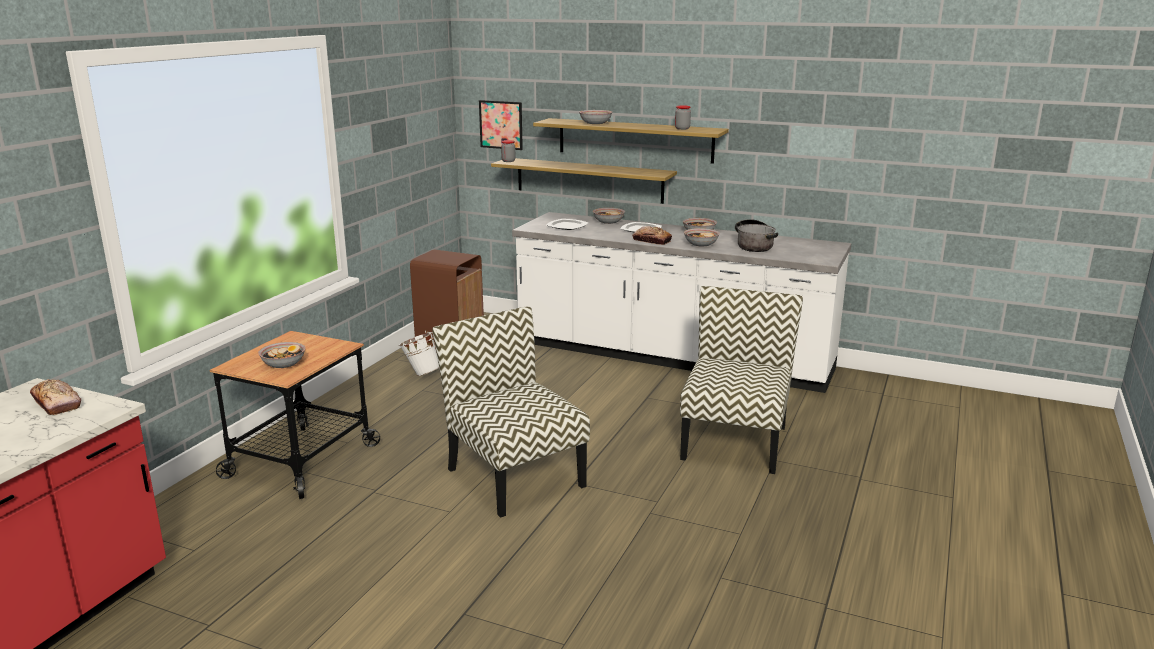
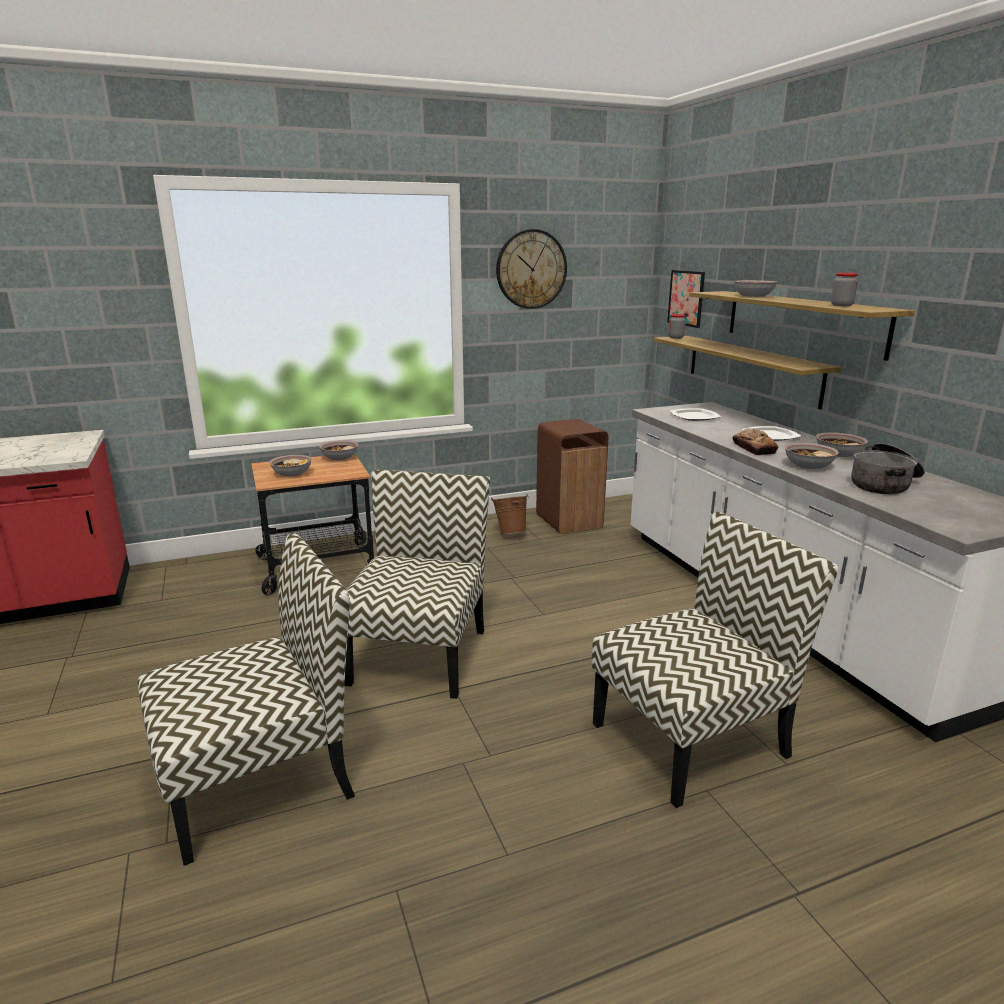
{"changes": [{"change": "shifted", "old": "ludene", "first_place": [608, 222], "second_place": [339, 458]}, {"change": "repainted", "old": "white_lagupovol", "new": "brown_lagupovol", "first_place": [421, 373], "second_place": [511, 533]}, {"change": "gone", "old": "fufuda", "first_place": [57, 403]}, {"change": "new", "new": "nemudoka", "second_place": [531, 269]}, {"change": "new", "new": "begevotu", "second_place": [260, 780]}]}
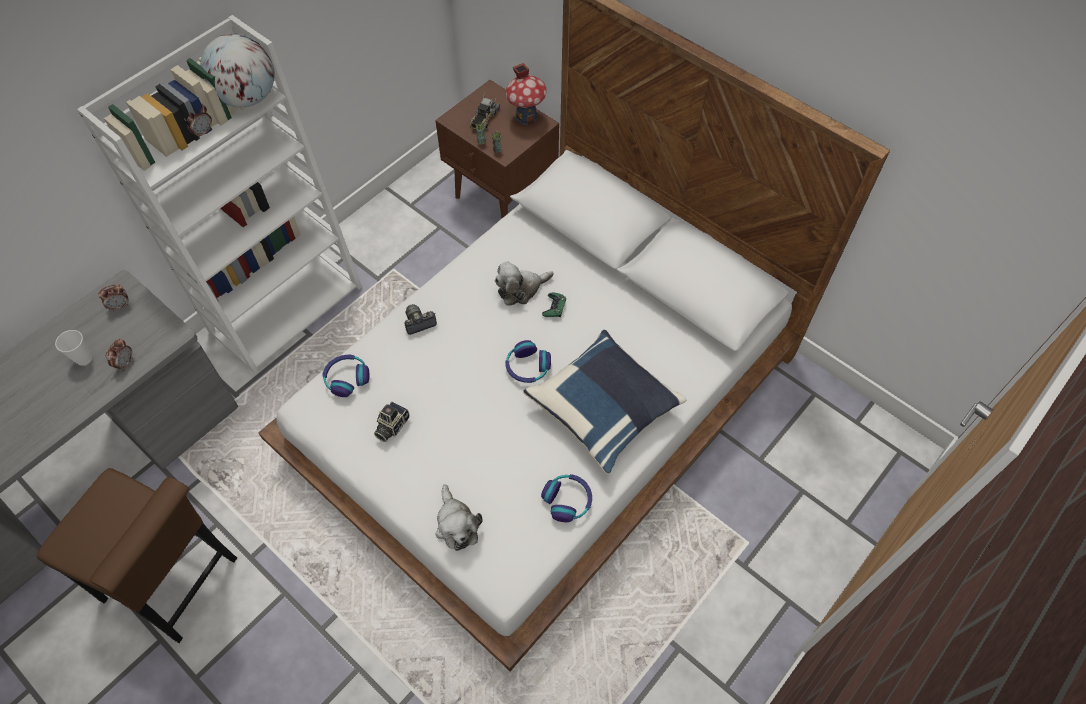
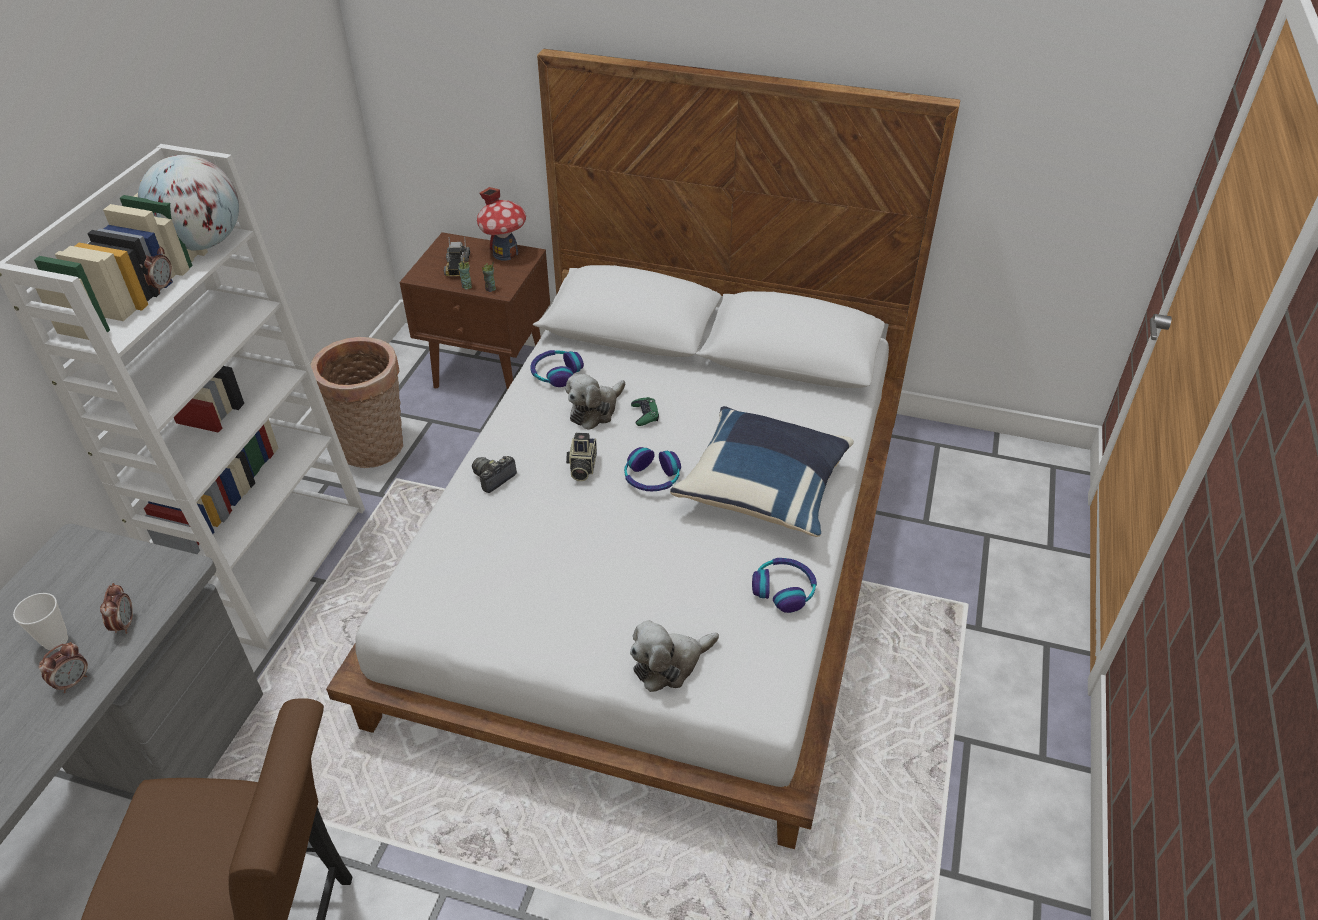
{"changes": [{"change": "shifted", "old": "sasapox", "first_place": [120, 306], "second_place": [73, 681]}, {"change": "shifted", "old": "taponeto", "first_place": [347, 378], "second_place": [556, 373]}, {"change": "shifted", "old": "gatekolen", "first_place": [391, 426], "second_place": [581, 467]}, {"change": "rotated", "old": "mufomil", "first_place": [456, 524], "second_place": [669, 664], "degrees": 105}, {"change": "new", "new": "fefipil", "second_place": [375, 449]}]}
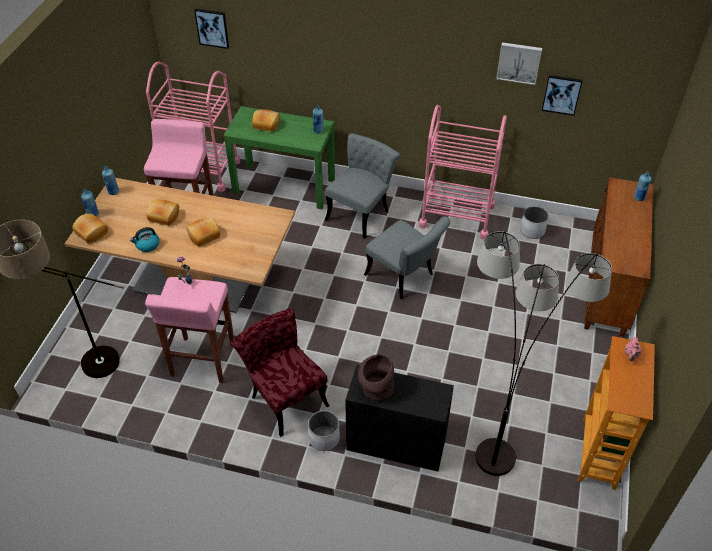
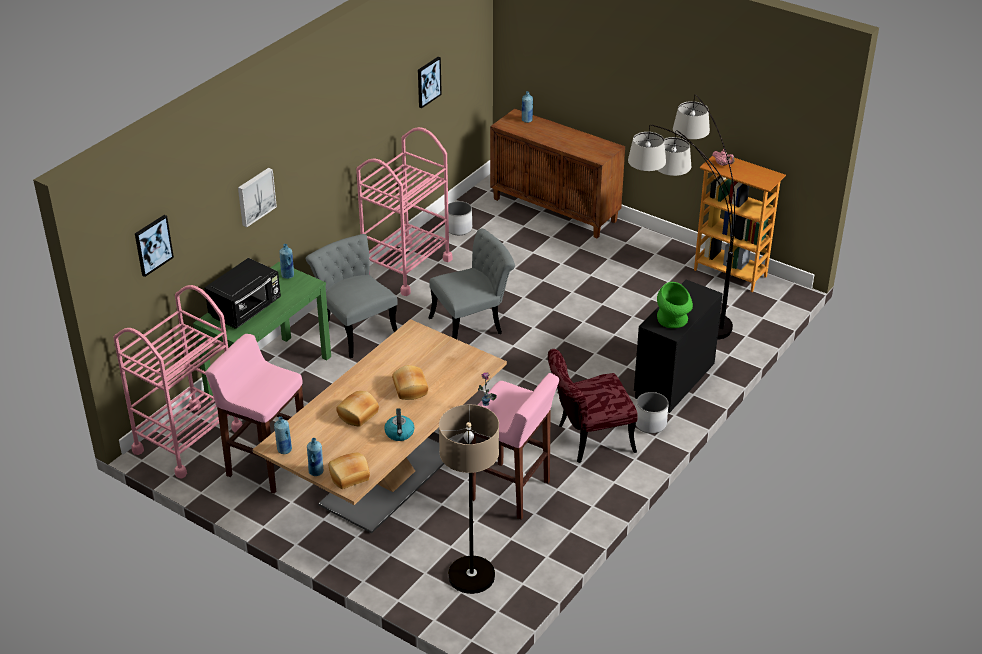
{"changes": [{"change": "shifted", "old": "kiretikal", "first_place": [519, 62], "second_place": [255, 196]}, {"change": "swapped", "old": "fufuda", "new": "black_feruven", "first_place": [266, 124], "second_place": [246, 309]}, {"change": "repainted", "old": "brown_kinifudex", "new": "green_kinifudex", "first_place": [375, 390], "second_place": [673, 322]}]}
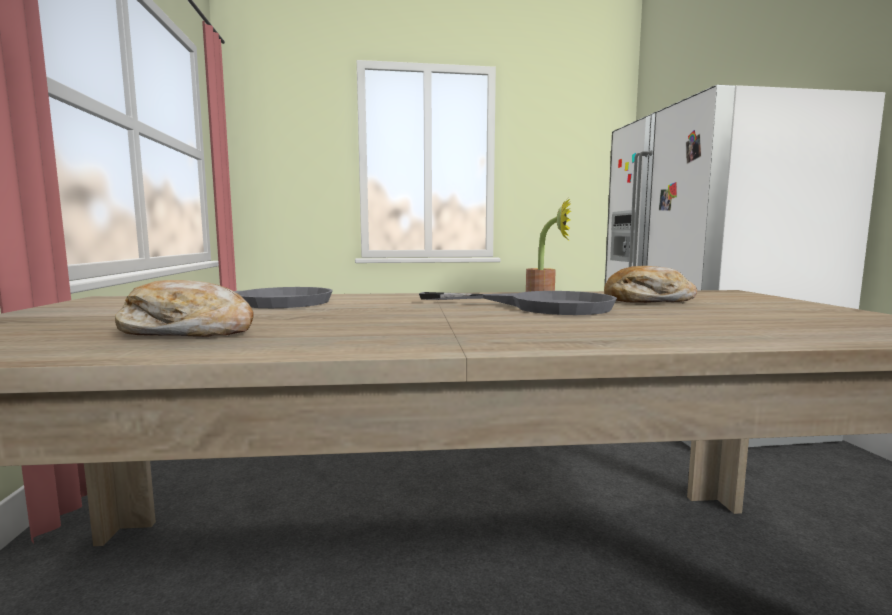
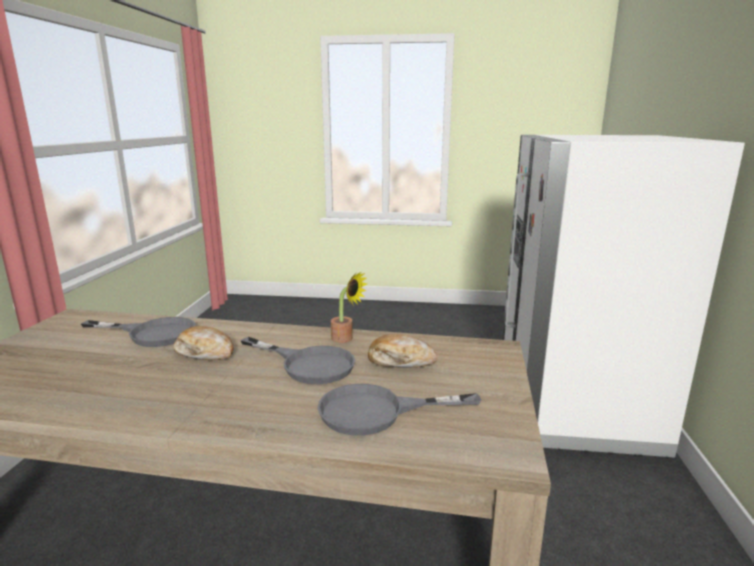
{"changes": [{"change": "shifted", "old": "fufuda", "first_place": [188, 332], "second_place": [205, 352]}, {"change": "new", "new": "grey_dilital", "second_place": [377, 411]}]}
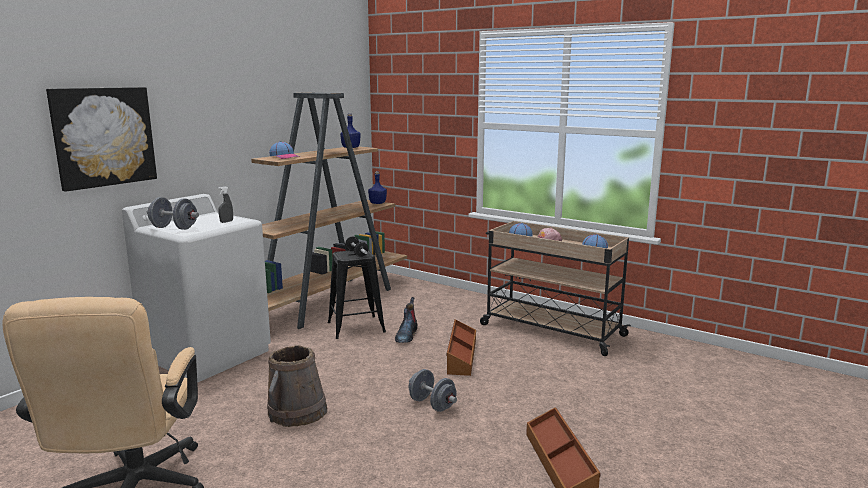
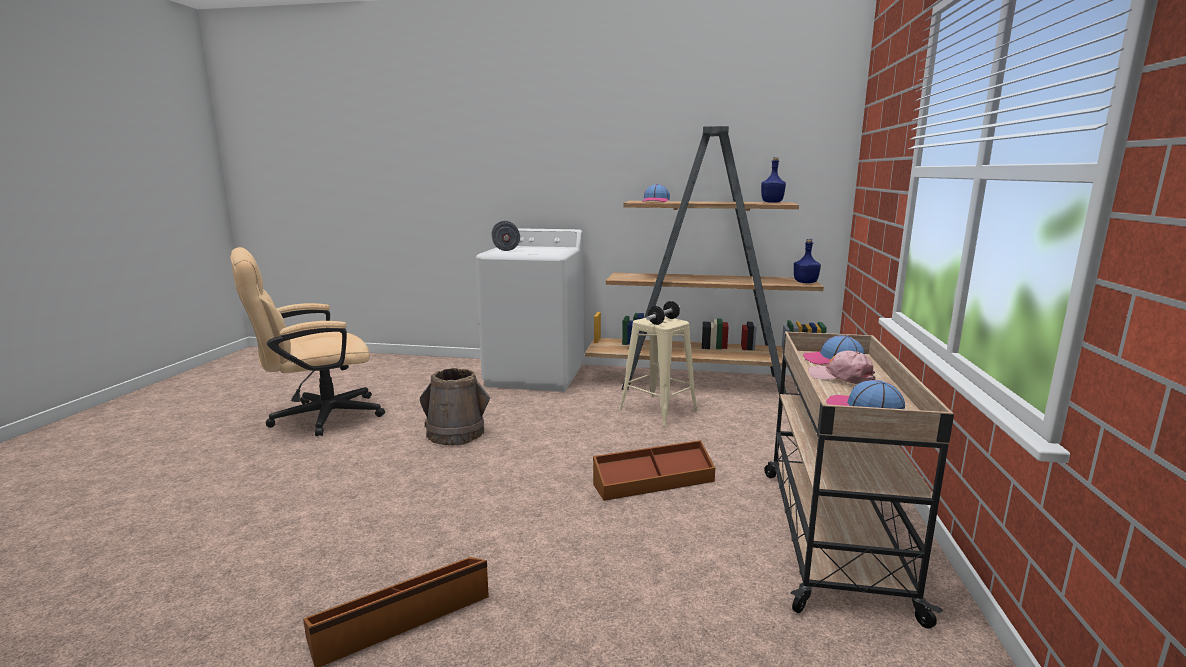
{"changes": [{"change": "gone", "old": "kiretikal", "first_place": [104, 137]}, {"change": "gone", "old": "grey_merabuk", "first_place": [226, 222]}, {"change": "repainted", "old": "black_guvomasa", "new": "beige_guvomasa", "first_place": [355, 327], "second_place": [657, 410]}, {"change": "gone", "old": "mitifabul", "first_place": [406, 335]}, {"change": "gone", "old": "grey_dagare", "first_place": [432, 404]}]}
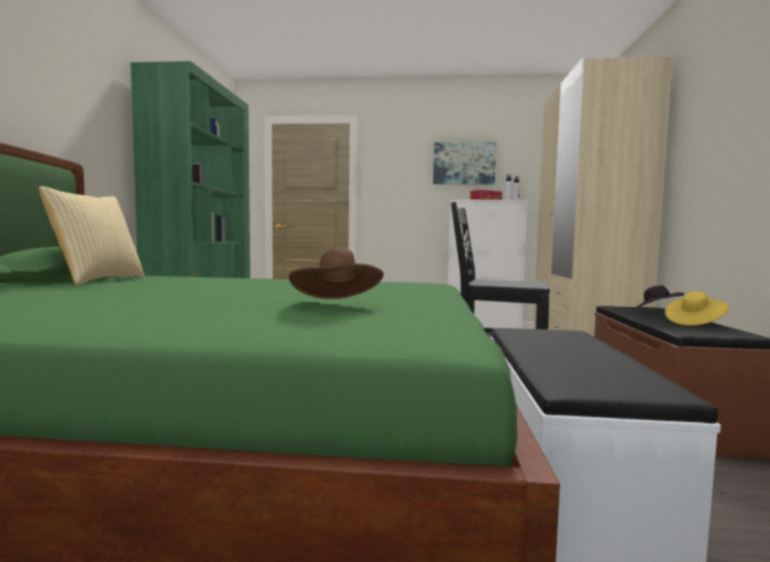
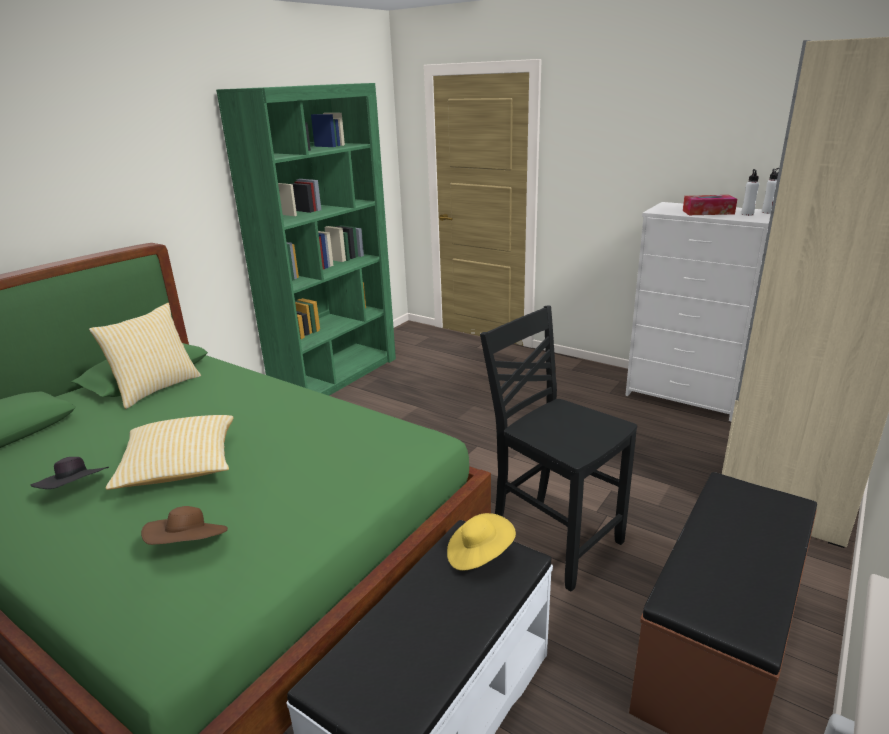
{"changes": [{"change": "gone", "old": "kiretikal", "first_place": [464, 163]}, {"change": "shifted", "old": "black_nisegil", "first_place": [655, 312], "second_place": [77, 492]}, {"change": "shifted", "old": "yellow_nisegil", "first_place": [694, 322], "second_place": [479, 555]}, {"change": "new", "new": "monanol", "second_place": [180, 468]}]}
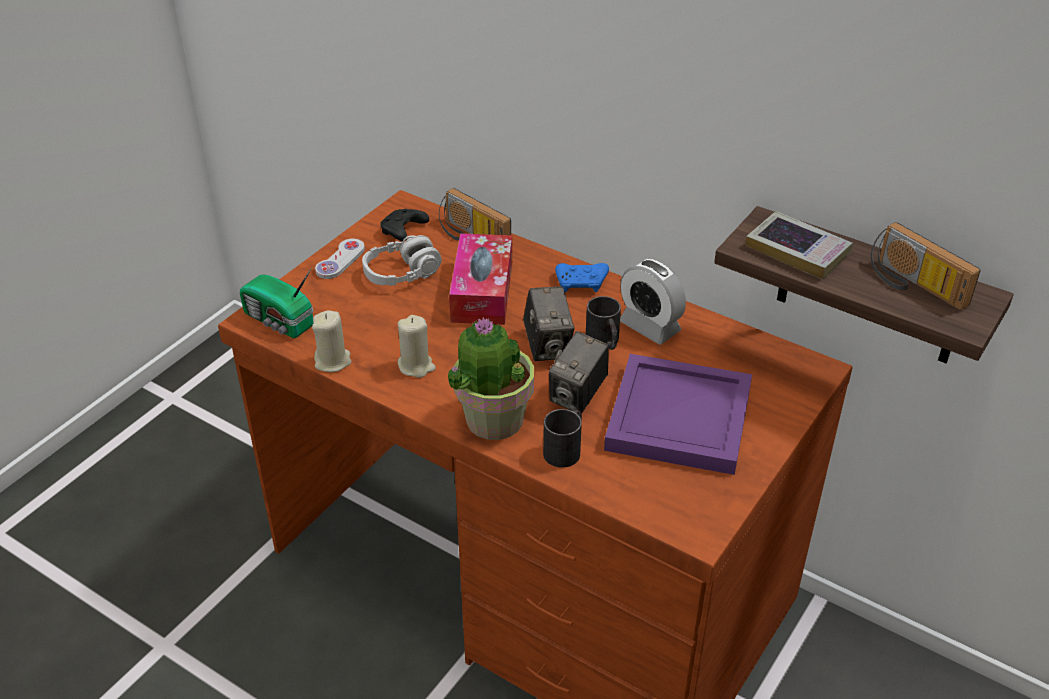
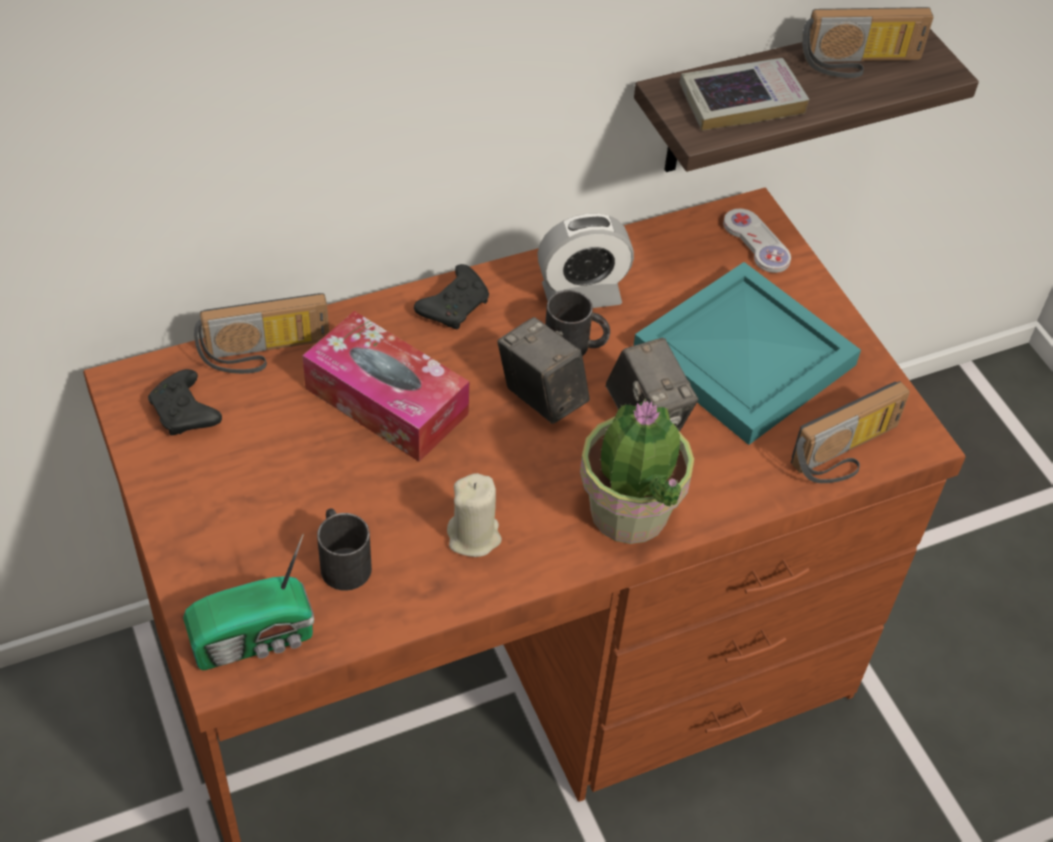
{"changes": [{"change": "gone", "old": "grey_taponeto", "first_place": [402, 273]}, {"change": "shifted", "old": "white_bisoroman", "first_place": [340, 260], "second_place": [756, 242]}, {"change": "repainted", "old": "blue_bisoroman", "new": "black_bisoroman", "first_place": [582, 283], "second_place": [455, 306]}, {"change": "rotated", "old": "gatekolen", "first_place": [548, 346], "second_place": [541, 397], "degrees": -150}, {"change": "gone", "old": "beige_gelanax", "first_place": [333, 361]}, {"change": "repainted", "old": "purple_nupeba", "new": "turquoise_nupeba", "first_place": [680, 420], "second_place": [748, 357]}, {"change": "shifted", "old": "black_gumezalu", "first_place": [566, 449], "second_place": [342, 560]}, {"change": "new", "new": "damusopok", "second_place": [848, 455]}]}
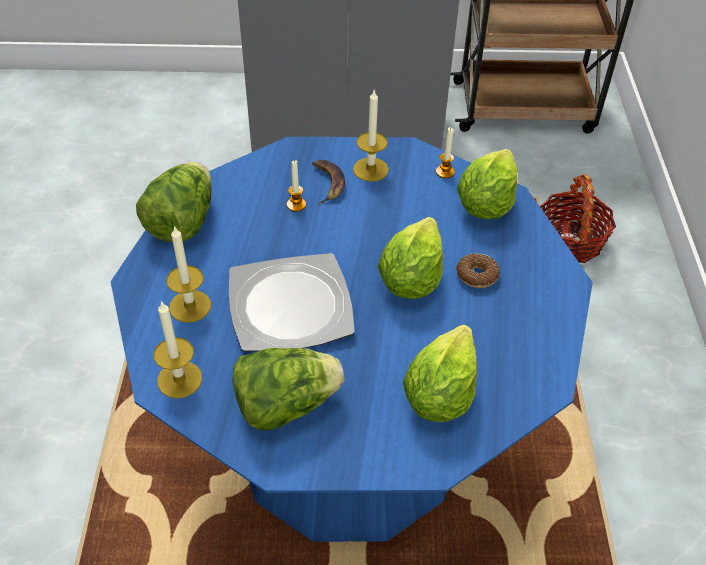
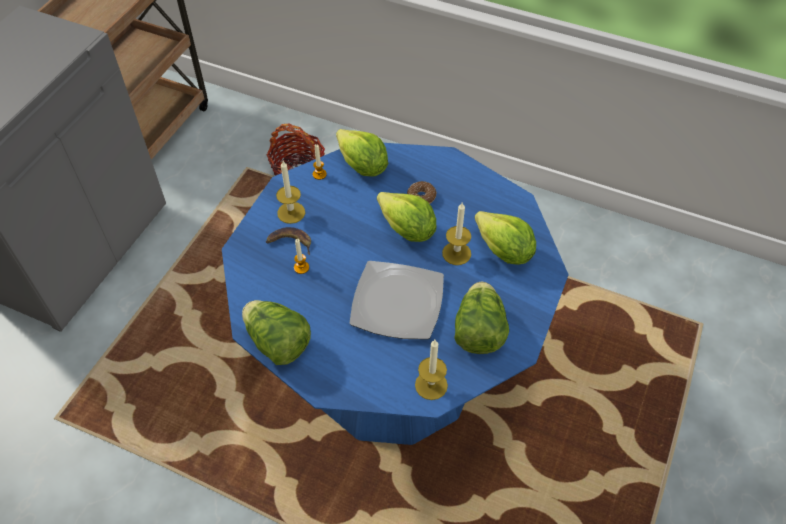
{"changes": [{"change": "shifted", "old": "gelanax", "first_place": [190, 306], "second_place": [456, 253]}]}
